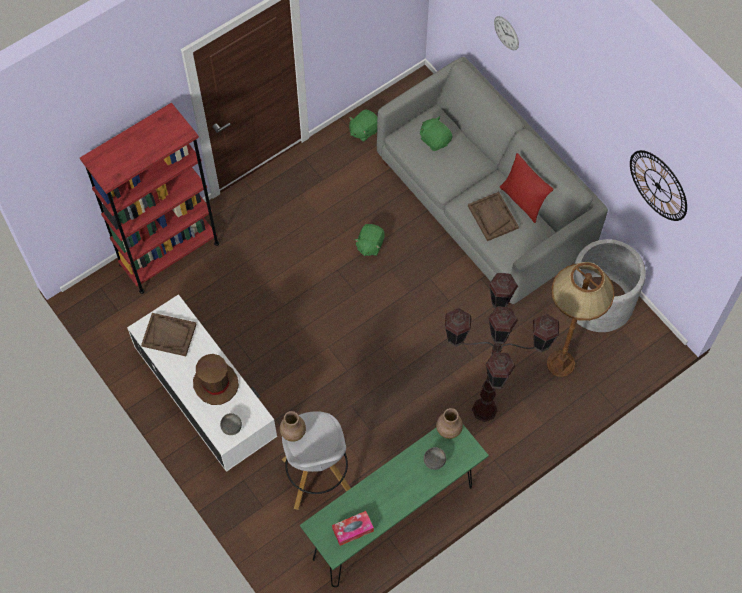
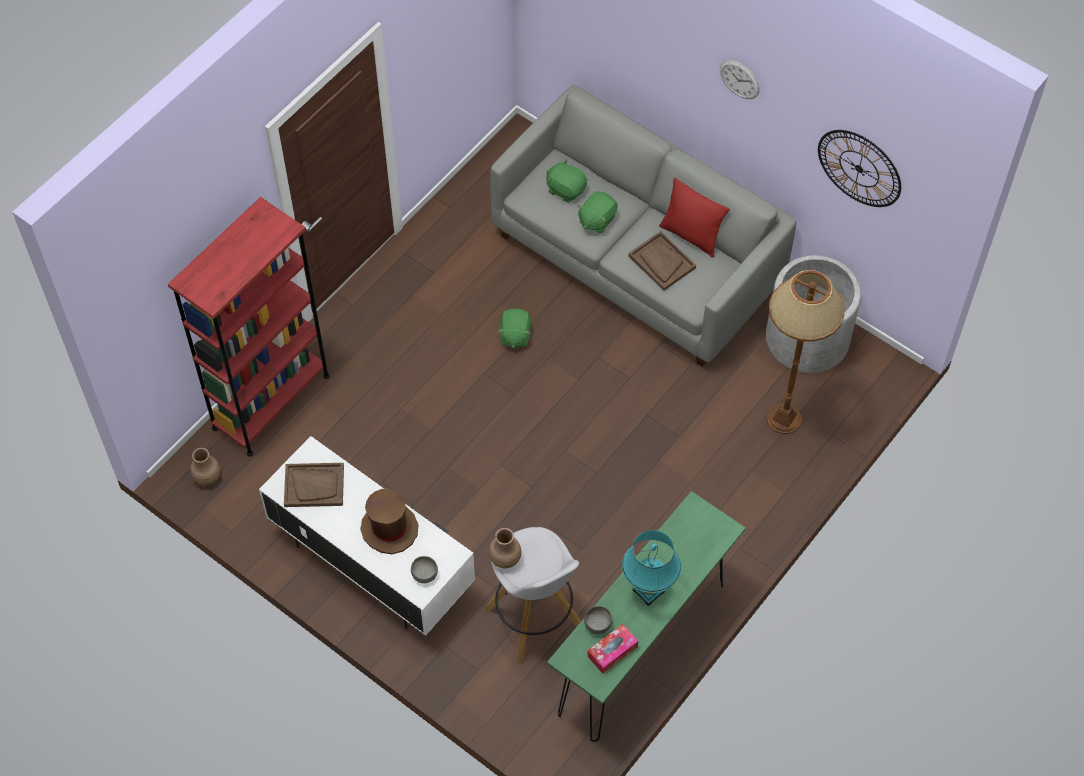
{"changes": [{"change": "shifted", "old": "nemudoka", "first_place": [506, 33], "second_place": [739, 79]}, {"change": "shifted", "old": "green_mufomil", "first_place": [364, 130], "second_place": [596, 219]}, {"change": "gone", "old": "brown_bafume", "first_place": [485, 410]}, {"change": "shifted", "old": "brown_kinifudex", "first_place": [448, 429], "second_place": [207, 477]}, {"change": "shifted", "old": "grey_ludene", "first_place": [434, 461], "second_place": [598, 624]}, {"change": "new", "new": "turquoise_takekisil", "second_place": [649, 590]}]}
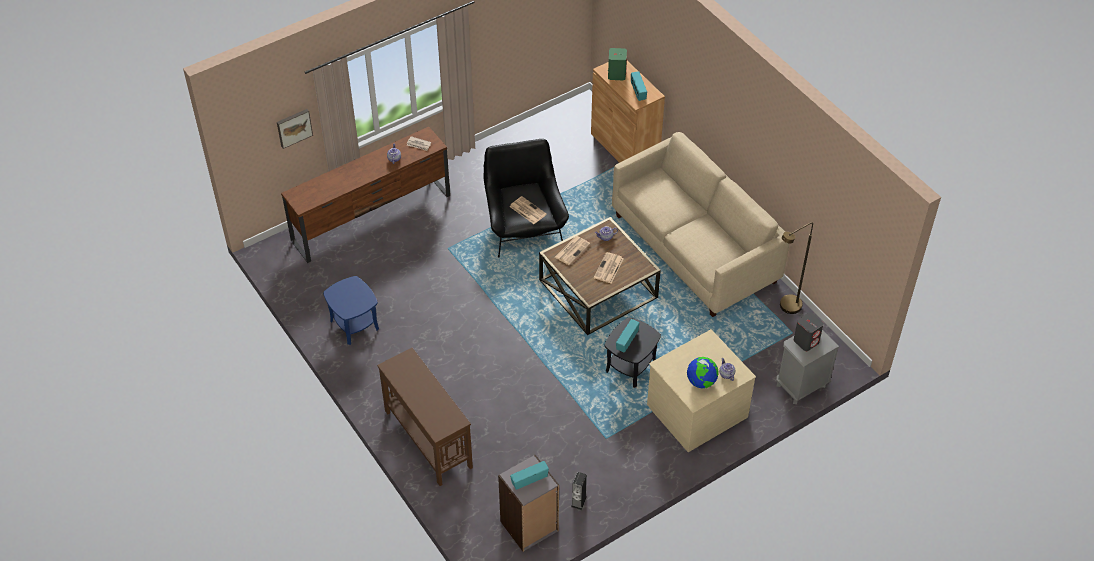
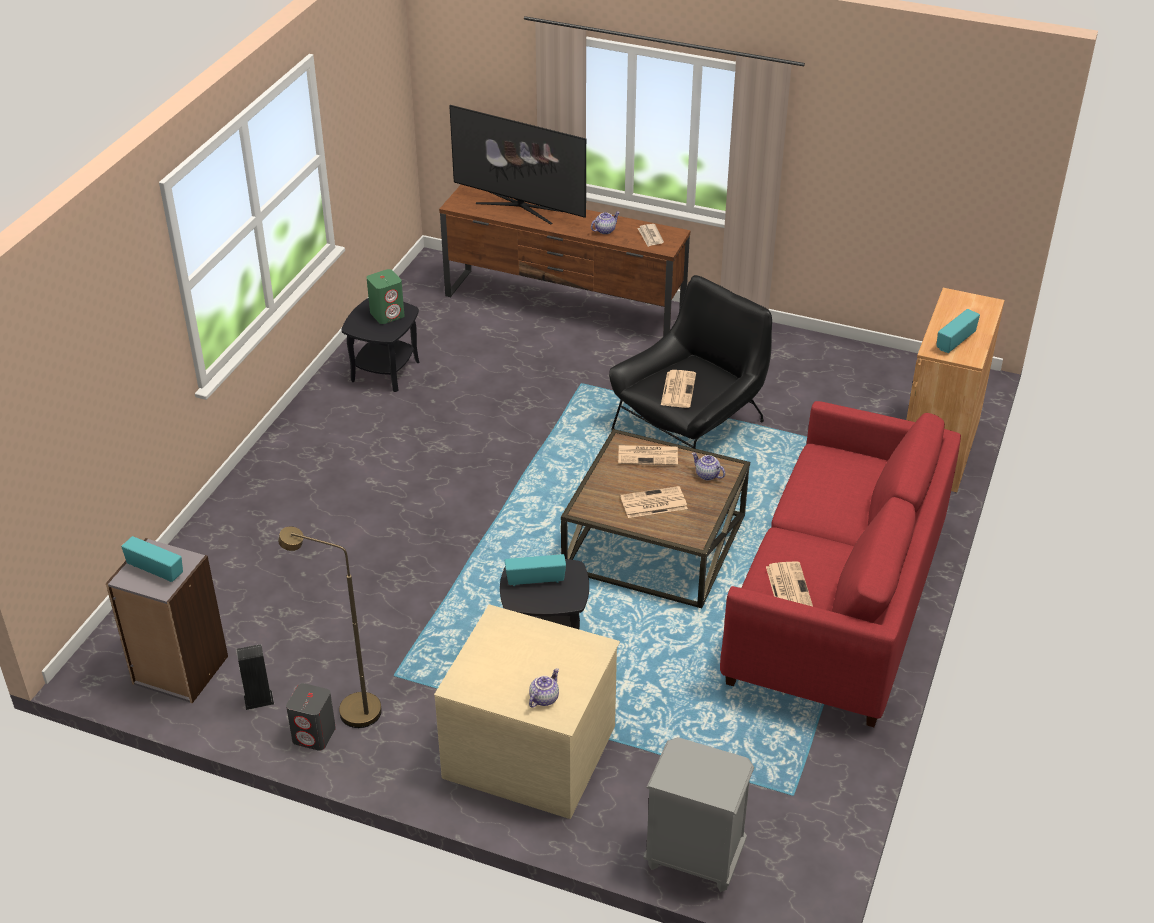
{"changes": [{"change": "shifted", "old": "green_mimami", "first_place": [616, 74], "second_place": [387, 314]}, {"change": "gone", "old": "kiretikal", "first_place": [294, 127]}, {"change": "repainted", "old": "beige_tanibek", "new": "red_tanibek", "first_place": [695, 248], "second_place": [836, 604]}, {"change": "shifted", "old": "brown_bafume", "first_place": [786, 308], "second_place": [349, 710]}, {"change": "repainted", "old": "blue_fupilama", "new": "black_fupilama", "first_place": [354, 325], "second_place": [385, 371]}, {"change": "shifted", "old": "grey_mimami", "first_place": [806, 341], "second_place": [314, 735]}, {"change": "gone", "old": "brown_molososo", "first_place": [428, 438]}, {"change": "gone", "old": "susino", "first_place": [701, 382]}, {"change": "new", "new": "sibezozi", "second_place": [519, 207]}, {"change": "new", "new": "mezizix", "second_place": [788, 587]}]}
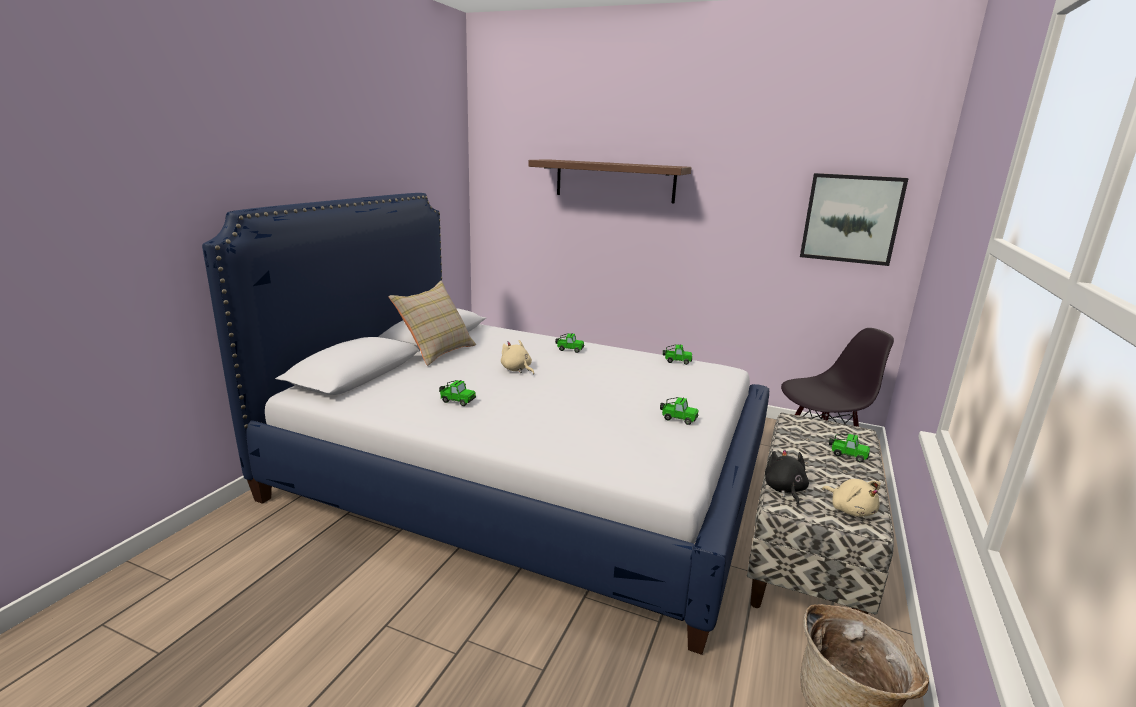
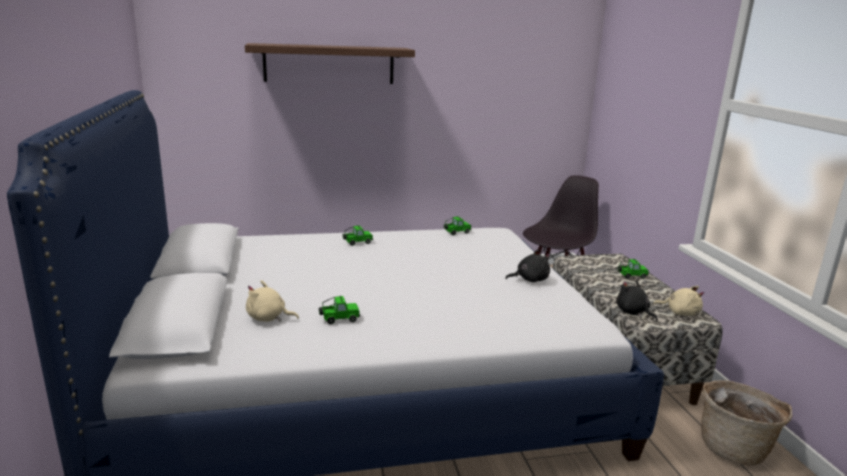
{"changes": [{"change": "gone", "old": "kiretikal", "first_place": [851, 218]}, {"change": "gone", "old": "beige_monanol", "first_place": [436, 352]}, {"change": "shifted", "old": "beige_mufomil", "first_place": [517, 369], "second_place": [268, 318]}, {"change": "swapped", "old": "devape", "new": "black_mufomil", "first_place": [677, 419], "second_place": [529, 279]}]}
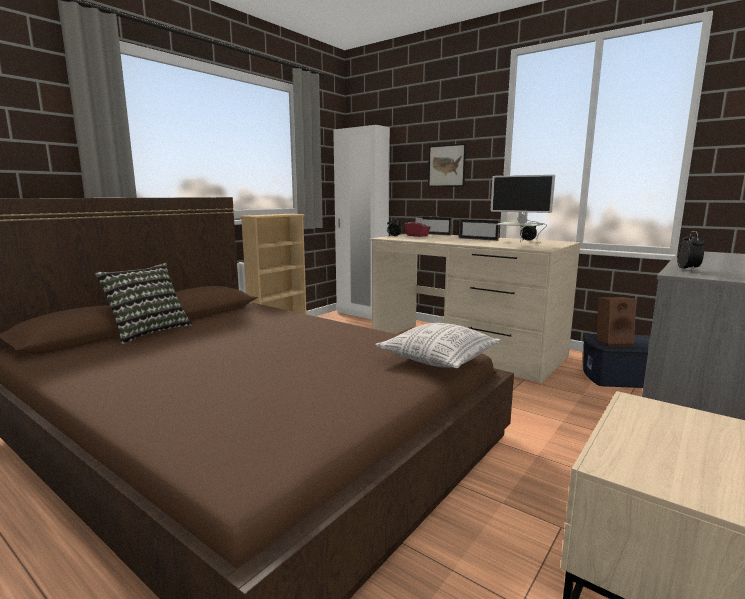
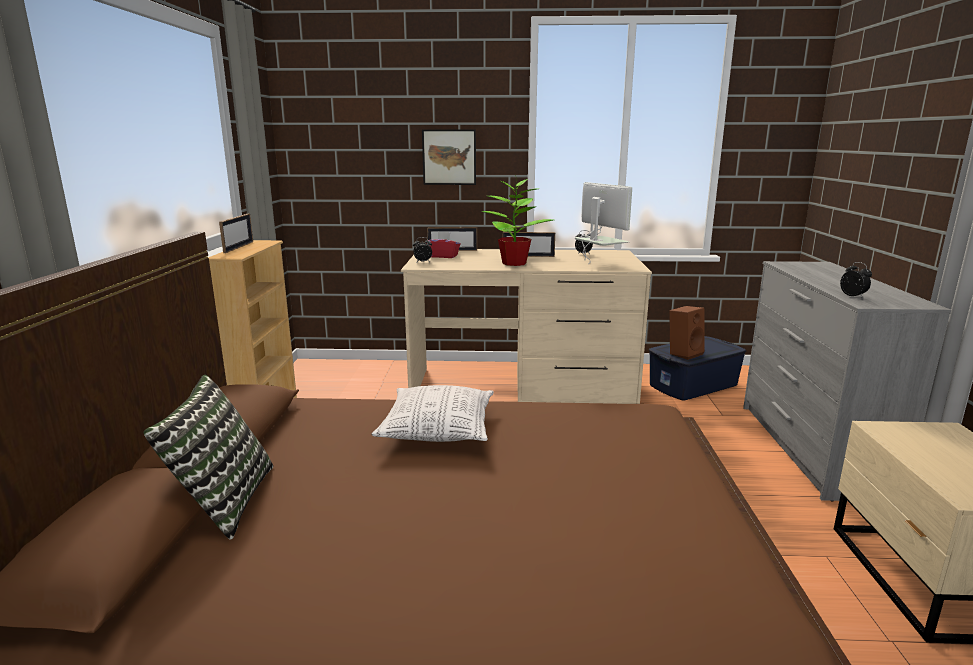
{"changes": [{"change": "gone", "old": "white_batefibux", "first_place": [361, 314]}, {"change": "rotated", "old": "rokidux", "first_place": [519, 245], "second_place": [598, 264], "degrees": -120}, {"change": "shifted", "old": "monanol", "first_place": [439, 359], "second_place": [438, 430]}, {"change": "new", "new": "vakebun", "second_place": [513, 263]}, {"change": "new", "new": "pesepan", "second_place": [239, 247]}]}
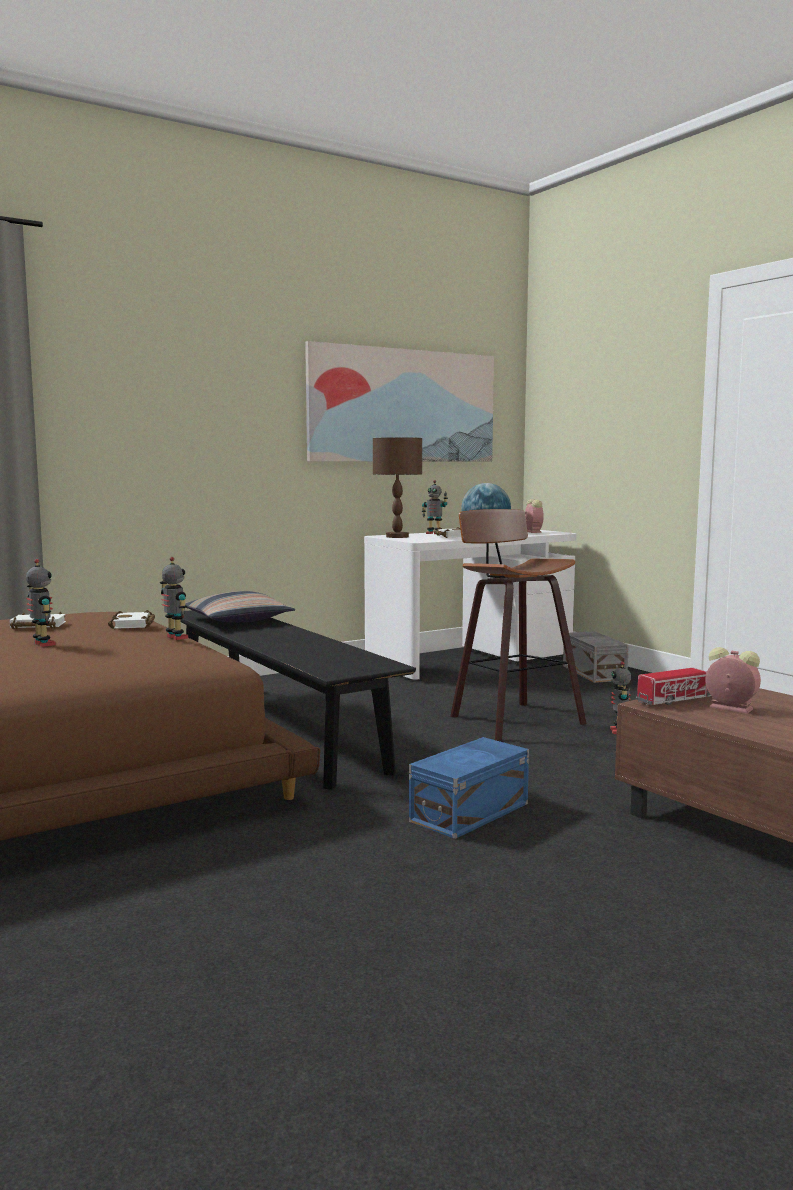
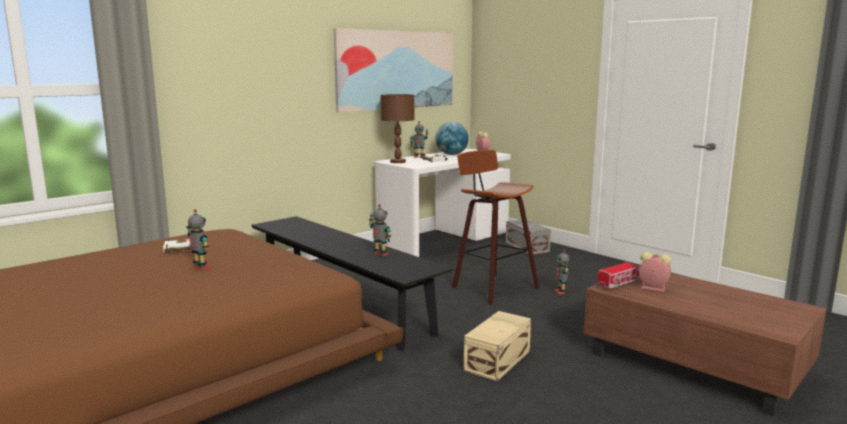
{"changes": [{"change": "shifted", "old": "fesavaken", "first_place": [175, 638], "second_place": [380, 254]}, {"change": "gone", "old": "monanol", "first_place": [237, 620]}, {"change": "gone", "old": "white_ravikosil", "first_place": [134, 625]}, {"change": "repainted", "old": "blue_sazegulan", "new": "beige_sazegulan", "first_place": [472, 812], "second_place": [499, 360]}]}
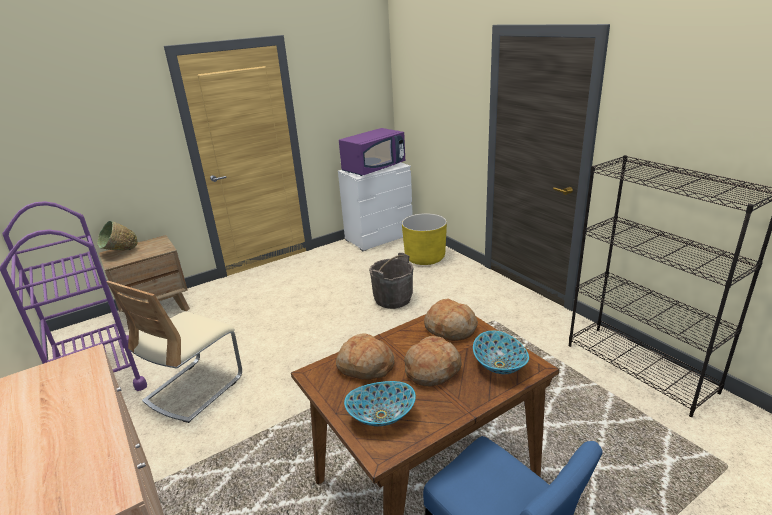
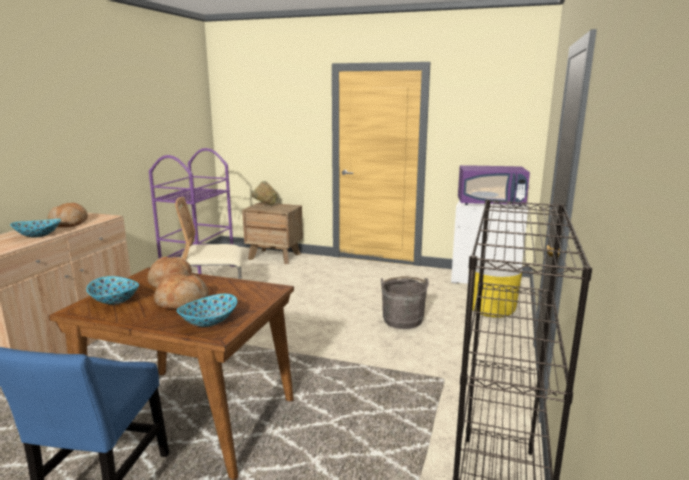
{"changes": [{"change": "shifted", "old": "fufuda", "first_place": [450, 328], "second_place": [69, 223]}, {"change": "new", "new": "ludene", "second_place": [38, 235]}]}
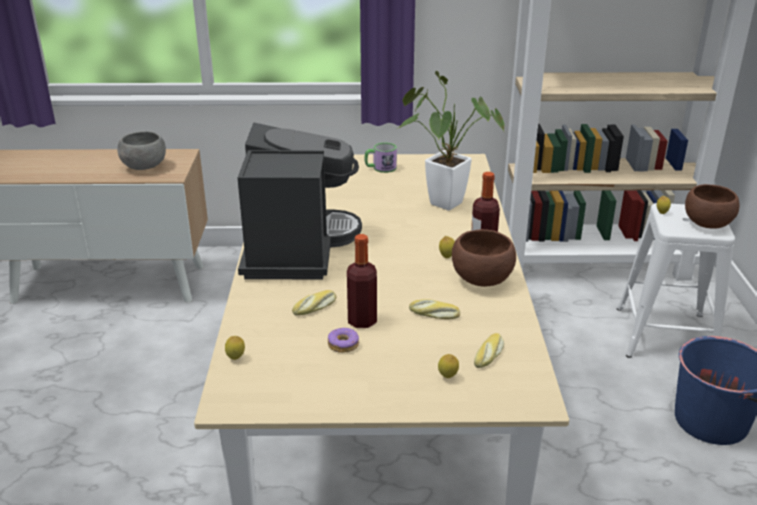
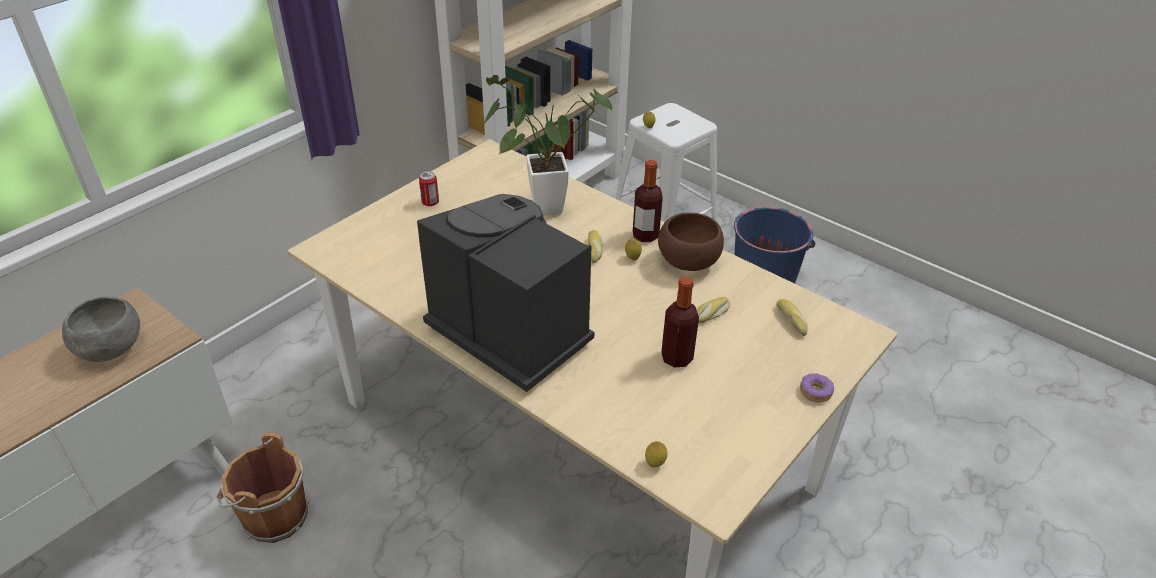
{"changes": [{"change": "swapped", "old": "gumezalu", "new": "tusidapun", "first_place": [380, 168], "second_place": [430, 202]}, {"change": "gone", "old": "brown_ludene", "first_place": [707, 224]}, {"change": "shifted", "old": "fufuda", "first_place": [315, 308], "second_place": [595, 250]}, {"change": "shifted", "old": "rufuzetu", "first_place": [343, 345], "second_place": [815, 392]}, {"change": "gone", "old": "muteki", "first_place": [447, 377]}, {"change": "new", "new": "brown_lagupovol", "second_place": [272, 517]}]}
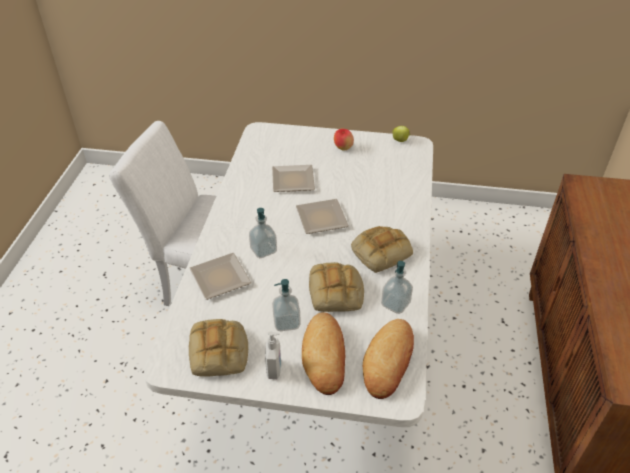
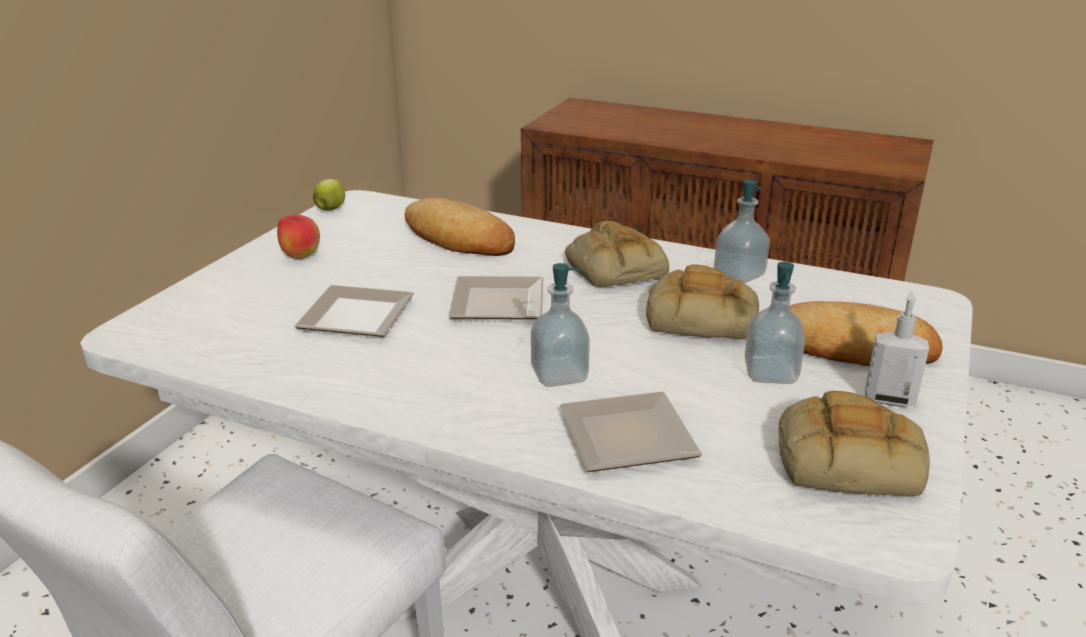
{"changes": [{"change": "shifted", "old": "fufuda", "first_place": [388, 361], "second_place": [458, 238]}]}
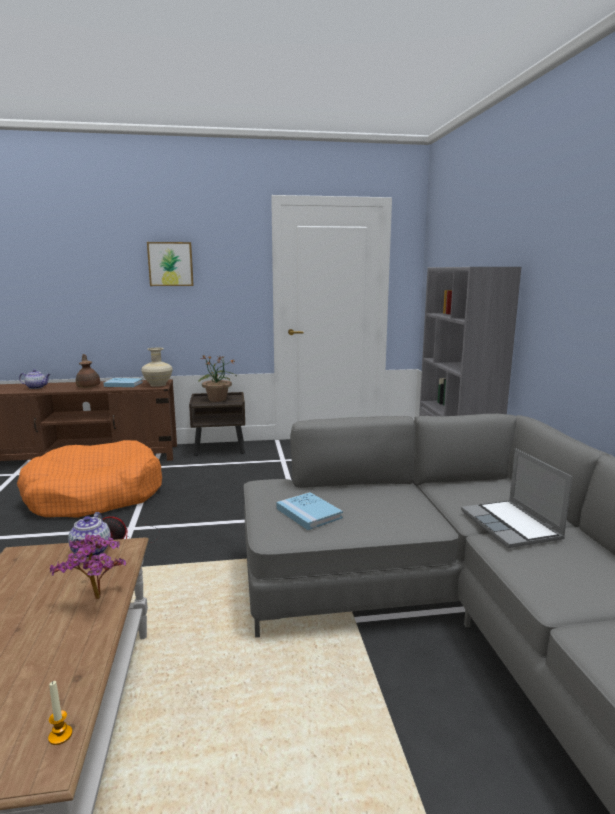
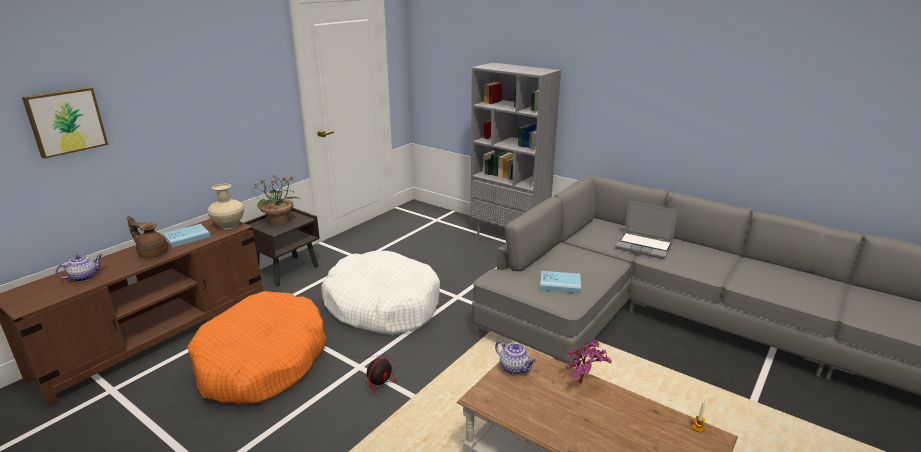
{"changes": [{"change": "shifted", "old": "kiretikal", "first_place": [170, 264], "second_place": [65, 121]}, {"change": "new", "new": "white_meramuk", "second_place": [382, 305]}]}
